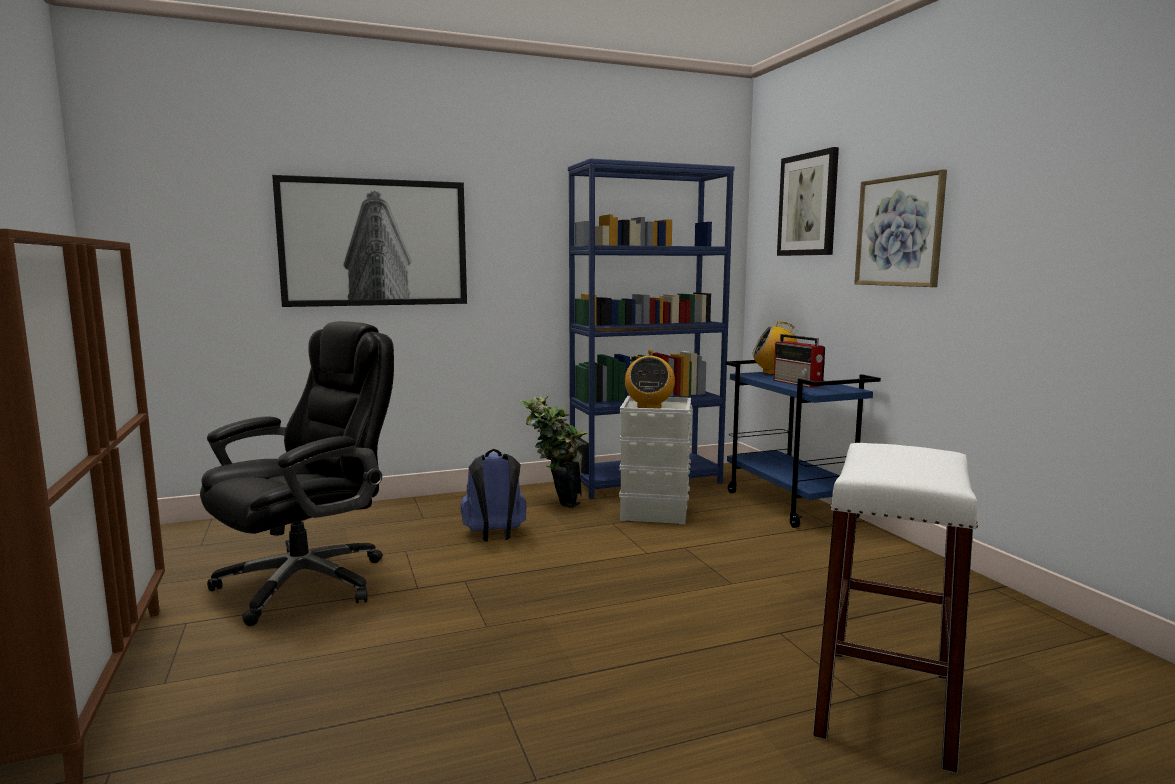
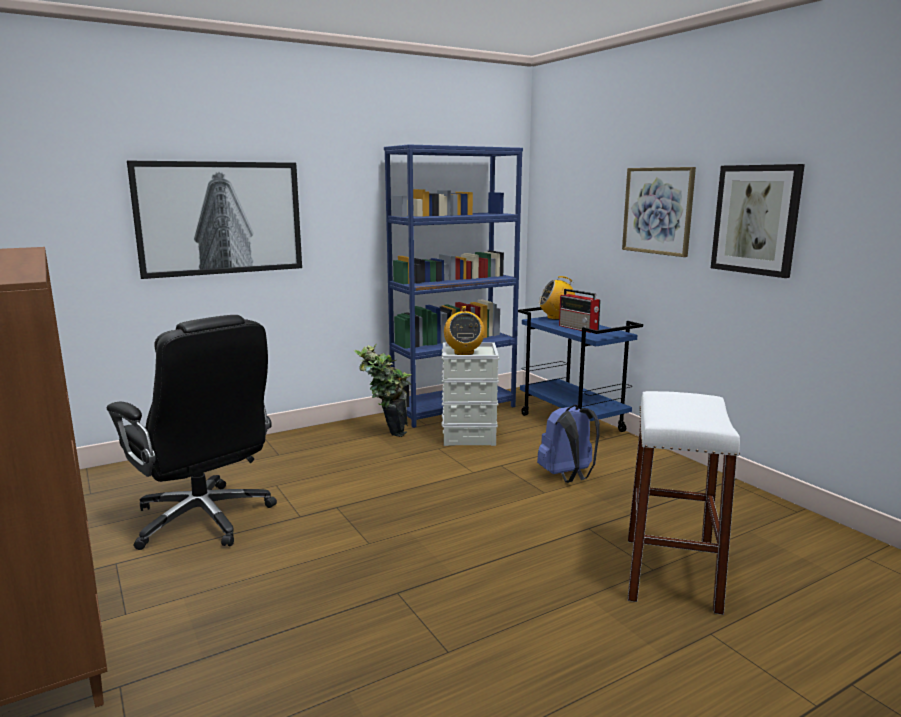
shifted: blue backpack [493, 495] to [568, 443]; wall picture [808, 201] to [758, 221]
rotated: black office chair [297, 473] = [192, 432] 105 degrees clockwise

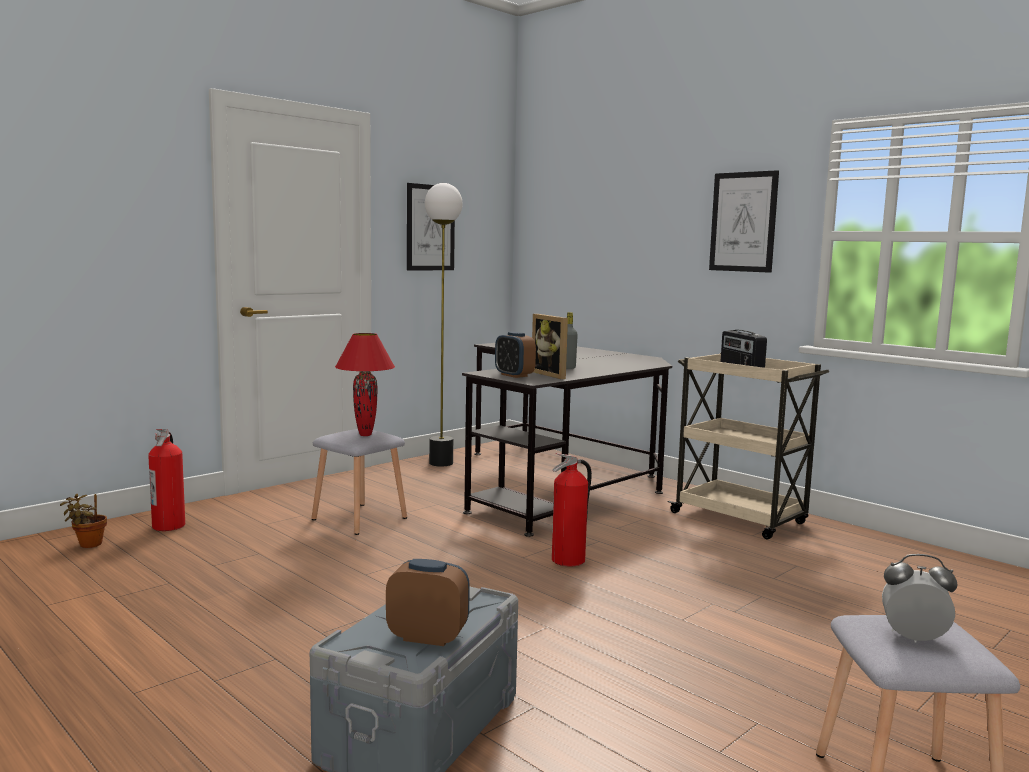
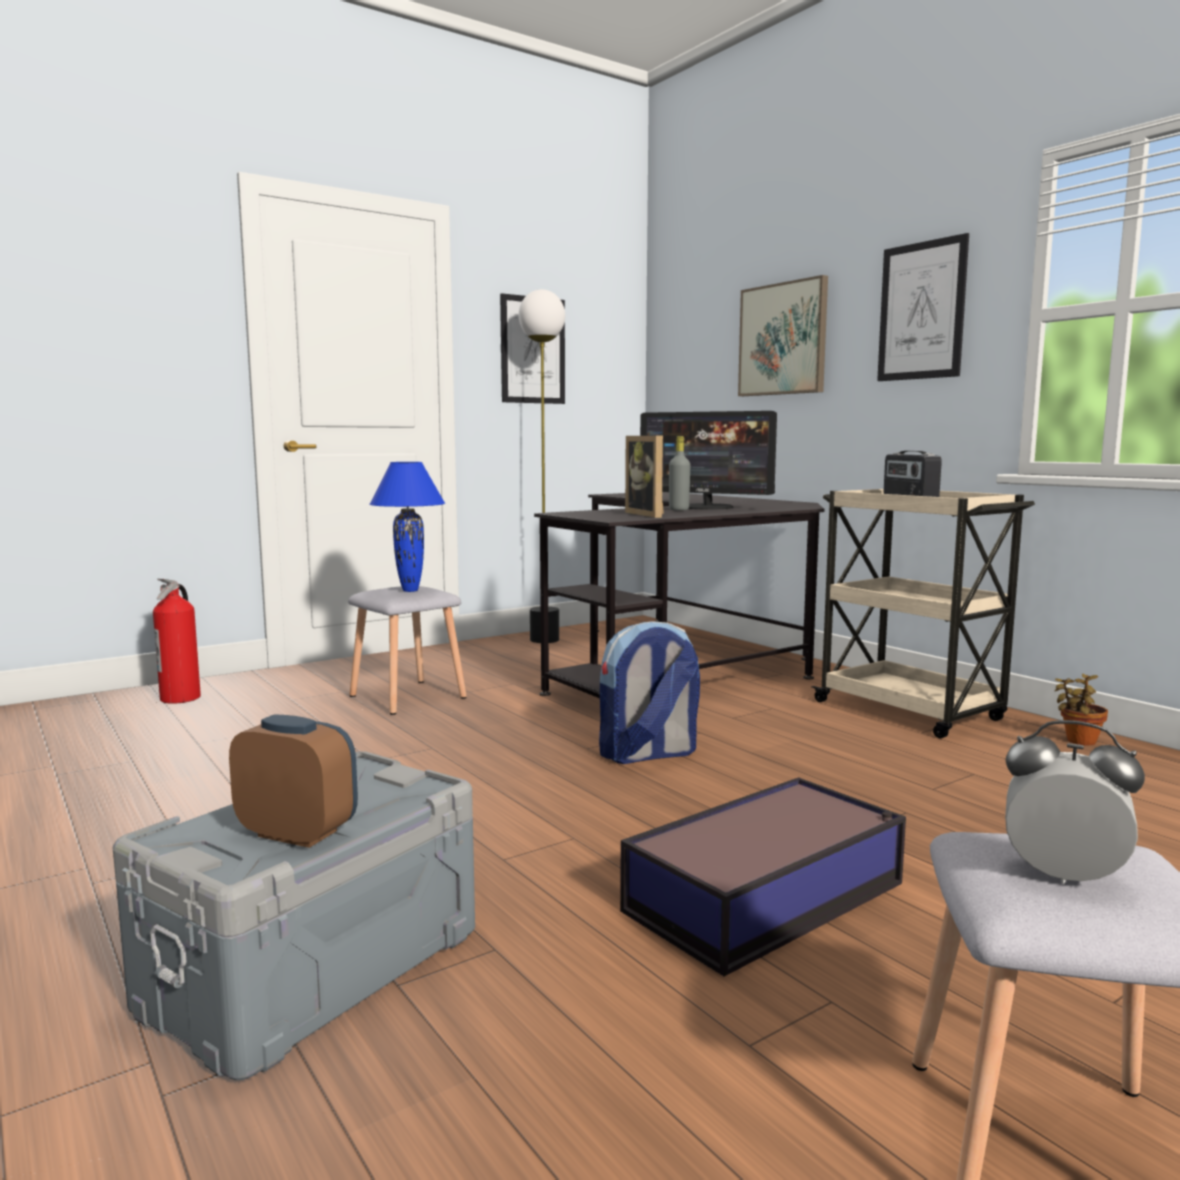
gone: table clock [515, 355]
new: storage bin [763, 876]; monitor [708, 460]; wall picture [783, 335]
shifted: houseplant [83, 521] to [1081, 710]
swapped: fire-fighting cylinder [572, 509] to backpack [649, 692]
repainted: red-coloured table lamp [365, 384] to blue table lamp [407, 527]

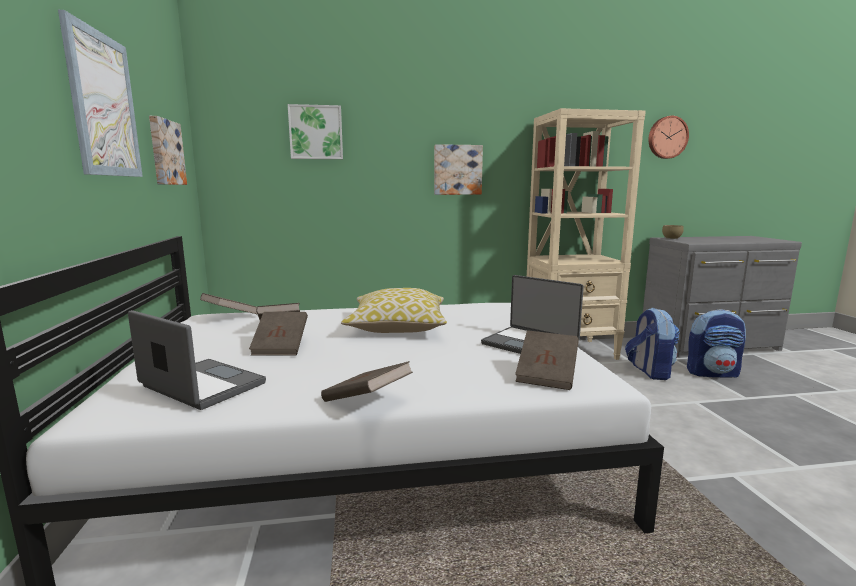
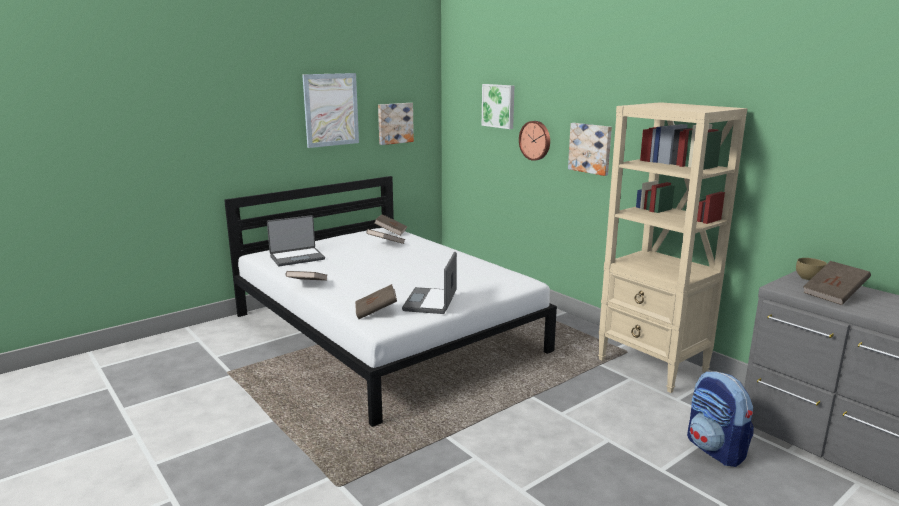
gone: throw pillow [394, 310]; backpack [652, 344]
shifted: clock on the wall [668, 137] to [534, 141]; brownish volume [278, 333] to [837, 283]
rotated: laptop [197, 360] = [296, 240] 60 degrees clockwise

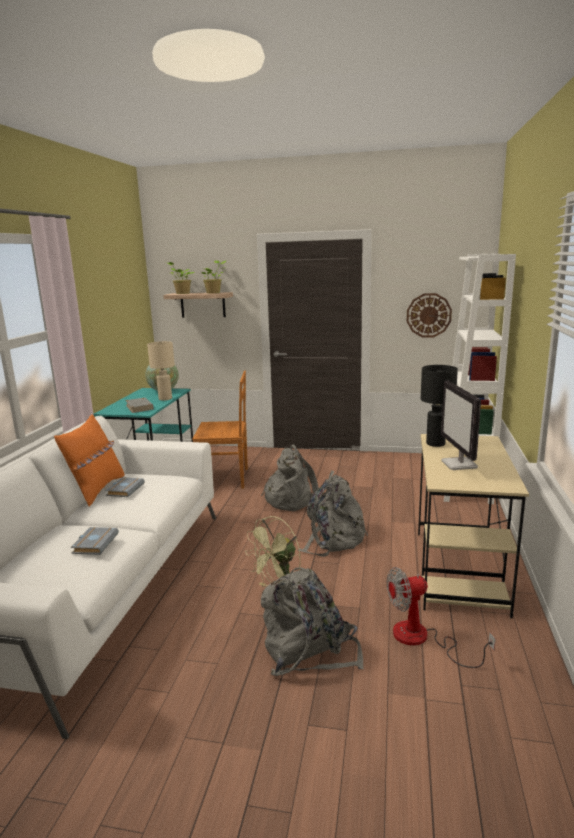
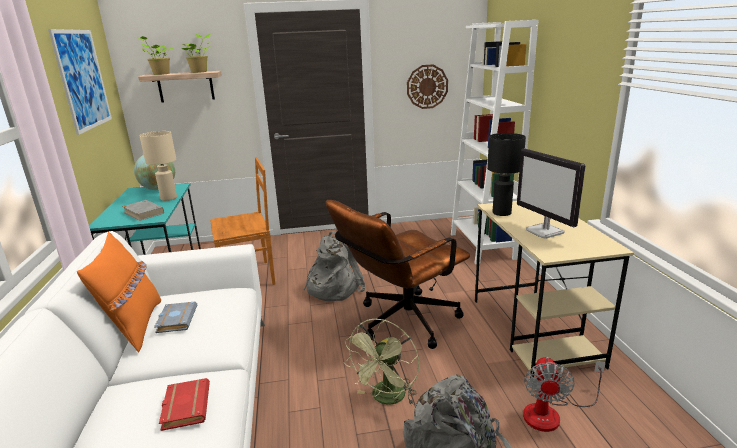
new: wall picture [80, 82]
swapped: greyish backpack [333, 514] to brownish office chair [398, 274]
repainted: greyish volume [95, 541] to red-coloured volume [184, 404]
rotated: fan [441, 617] = [564, 394] 45 degrees counterclockwise

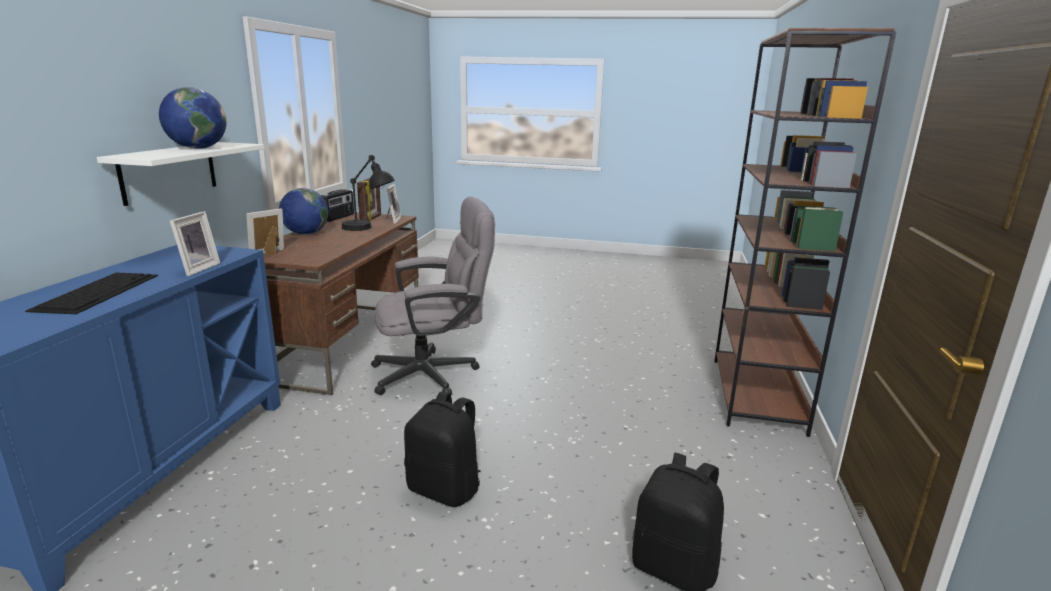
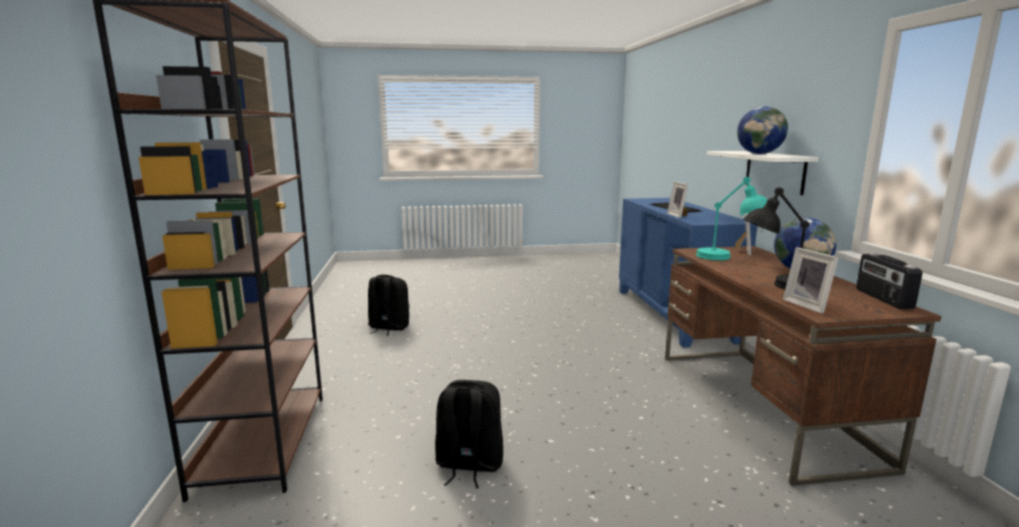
gone: standing frame [369, 199]; greyish office chair [433, 295]
new: blue-green table lamp [732, 218]
shifted: black backpack [442, 449] to [469, 434]

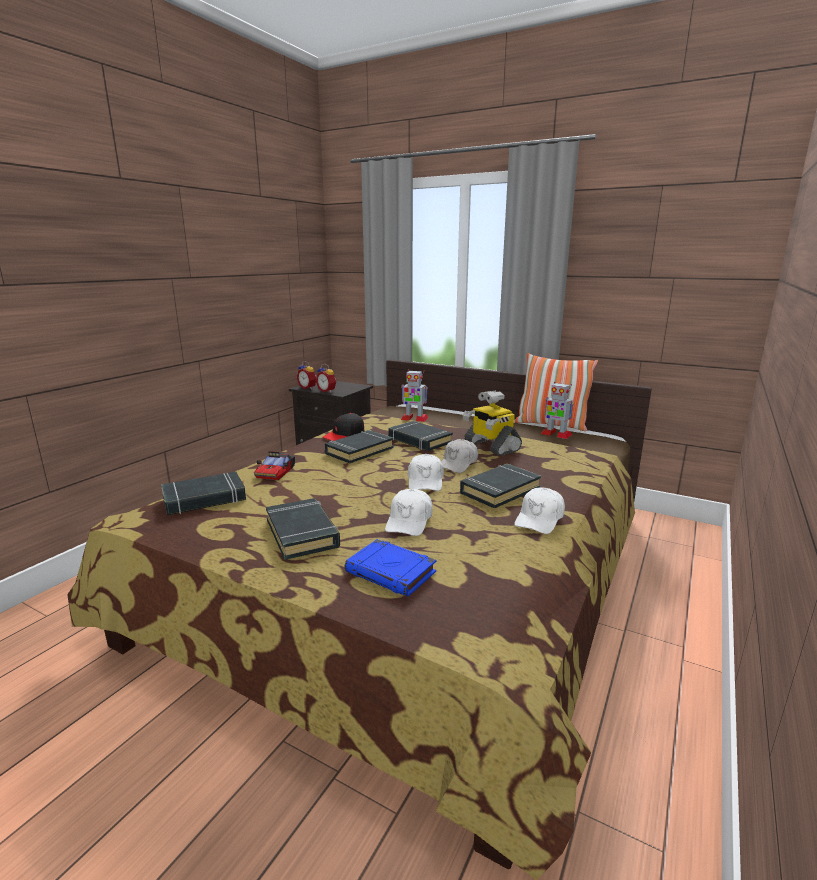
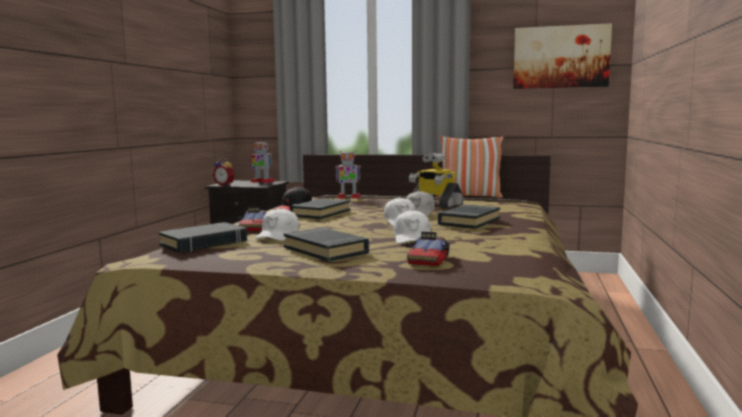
gone: table clock [326, 378]; black volume [420, 436]
new: wall picture [562, 56]
shifted: toy robot [557, 410] to [262, 162]; white peaked cap [539, 510] to [277, 224]
swapped: blue volume [390, 568] to model car [427, 249]

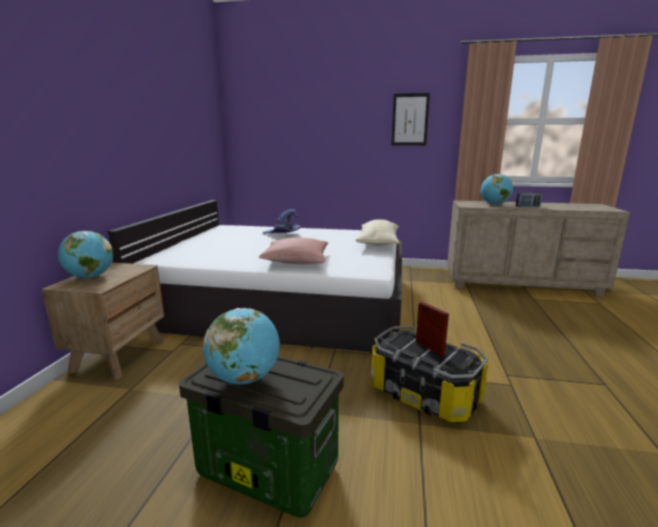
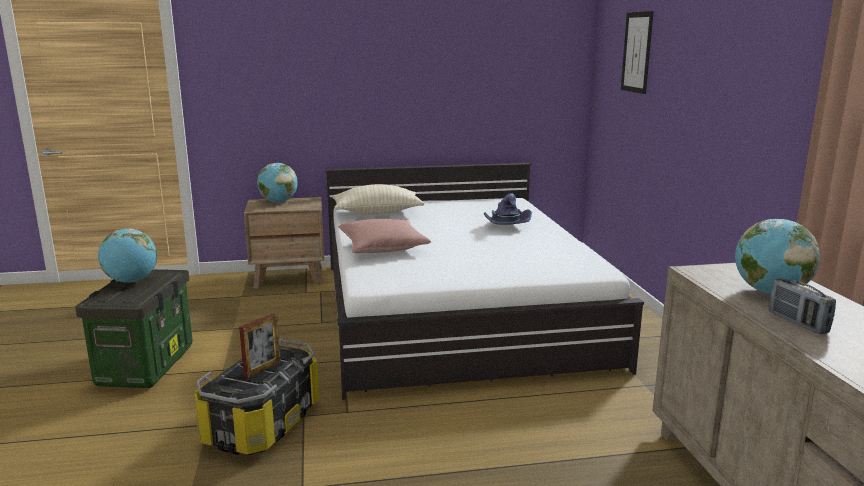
shifted: beige throw pillow [377, 232] to [378, 199]; wall picture [410, 119] to [637, 52]

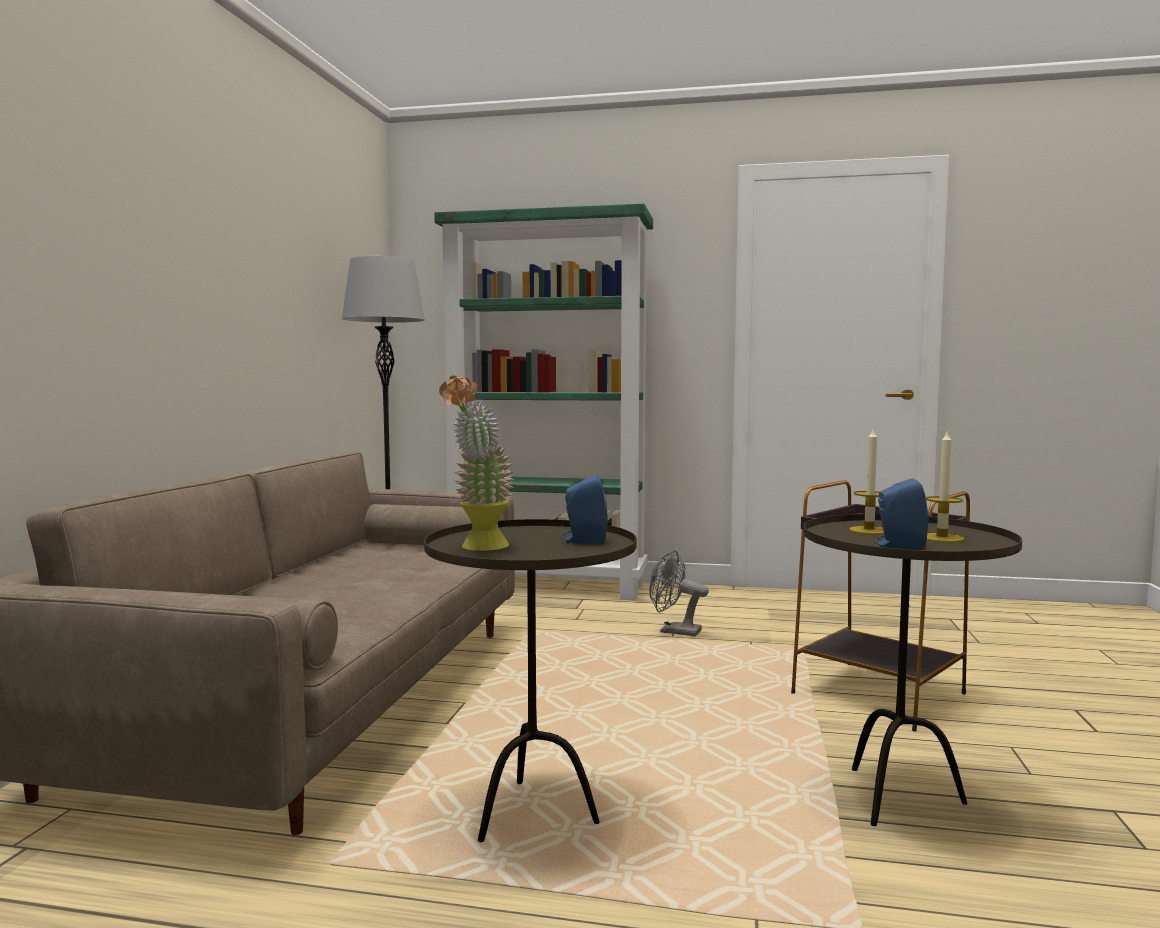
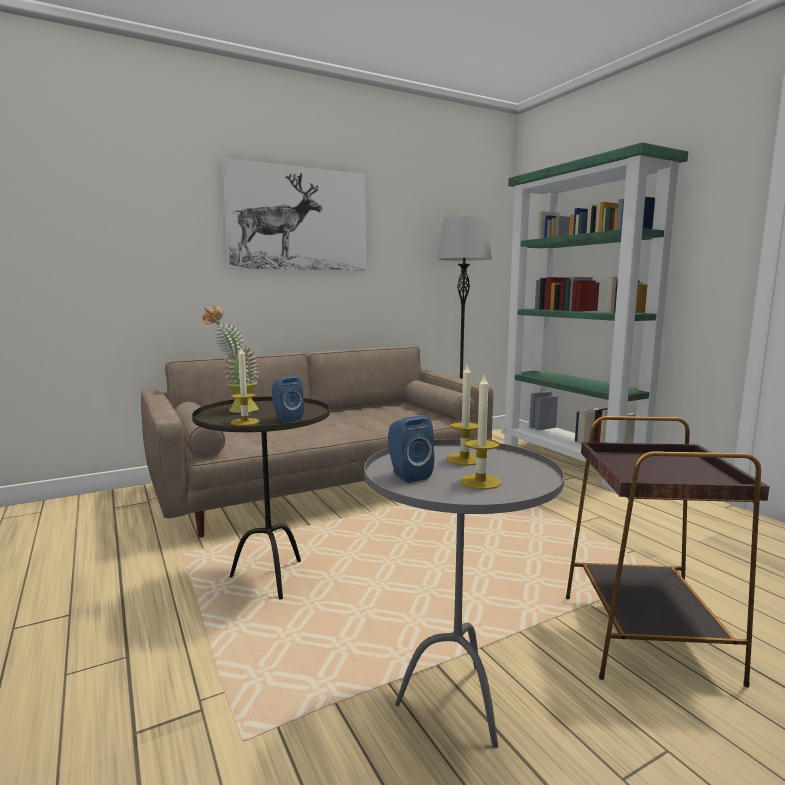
gone: greyish fan [679, 593]
new: wall picture [294, 214]; wax light [245, 387]
repainted: brownish end table [912, 670] to greyish end table [464, 593]

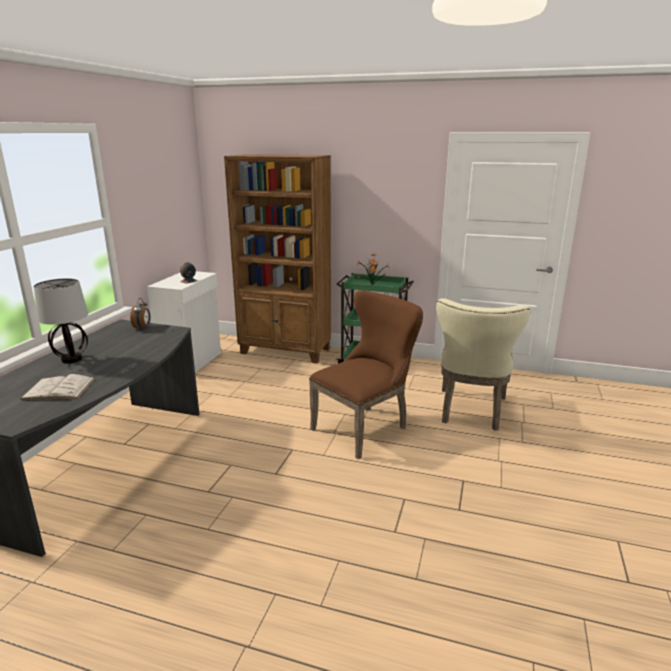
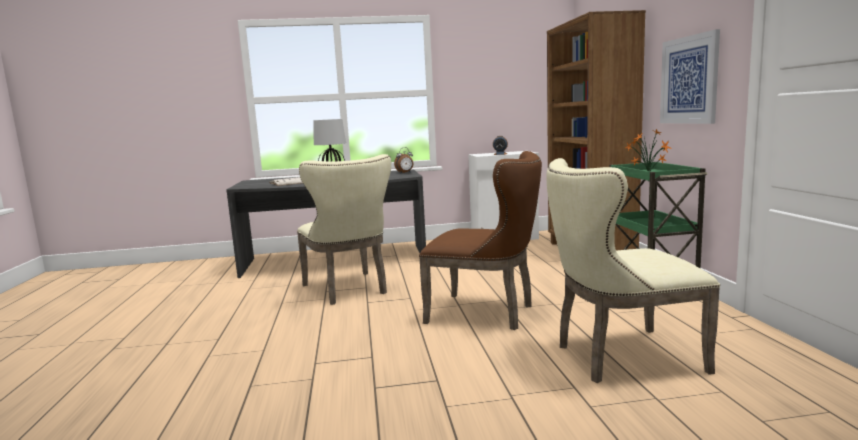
new: beige plain chair [344, 229]; wall picture [690, 76]

